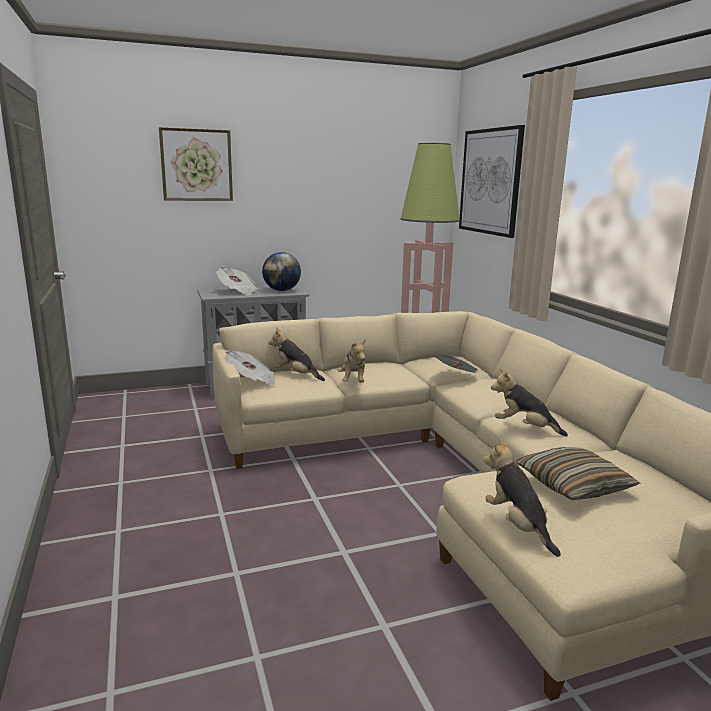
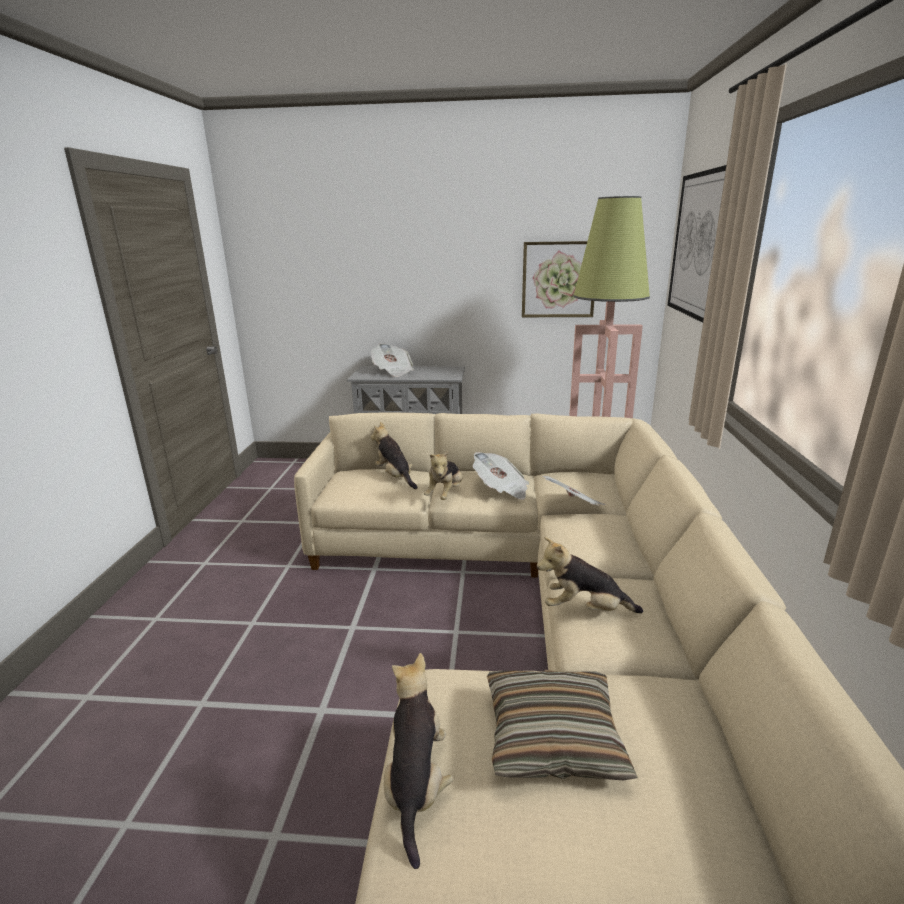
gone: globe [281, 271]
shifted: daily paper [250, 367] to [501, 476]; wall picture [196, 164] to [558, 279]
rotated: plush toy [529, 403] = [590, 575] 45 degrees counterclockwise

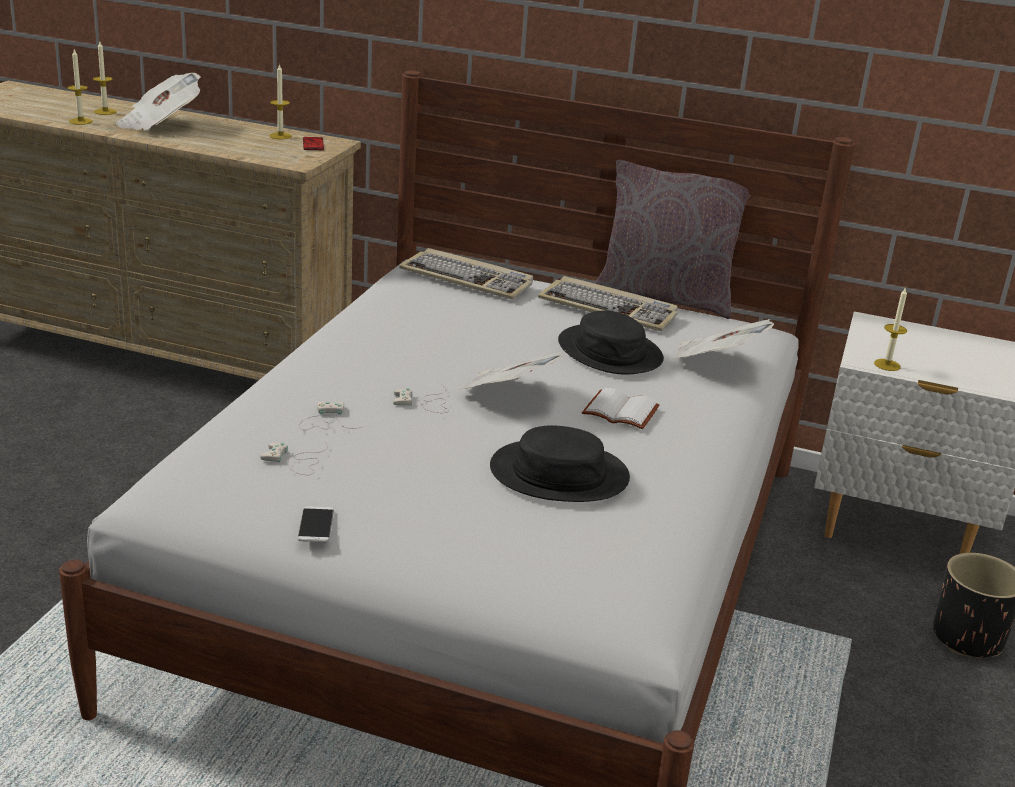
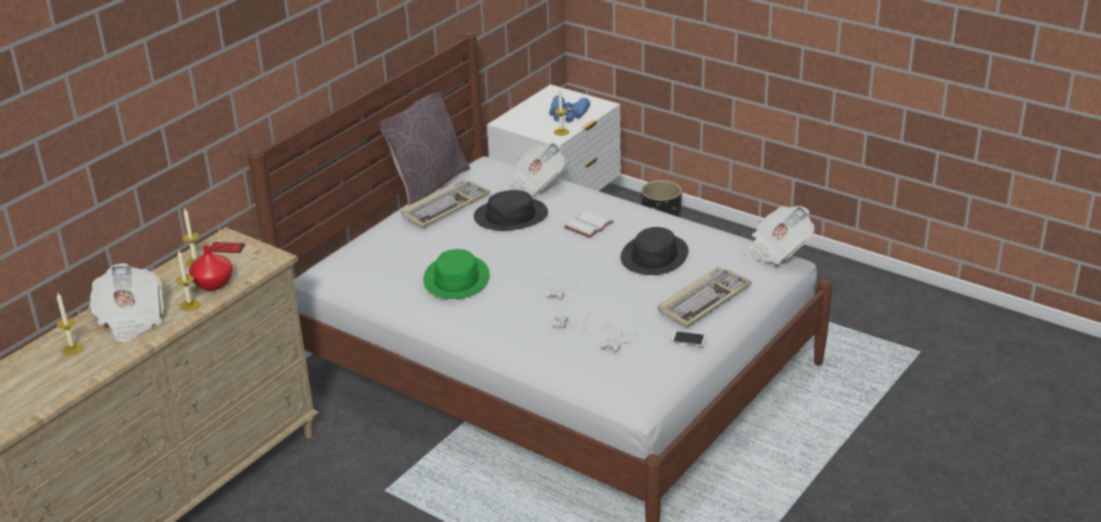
new: red-coloured flower vase [211, 268]; green-coloured hat [456, 274]; blue pair of binoculars [569, 109]
shifted: wax light [80, 87] to [188, 281]; keyboard [466, 274] to [704, 296]; daily paper [512, 370] to [780, 235]

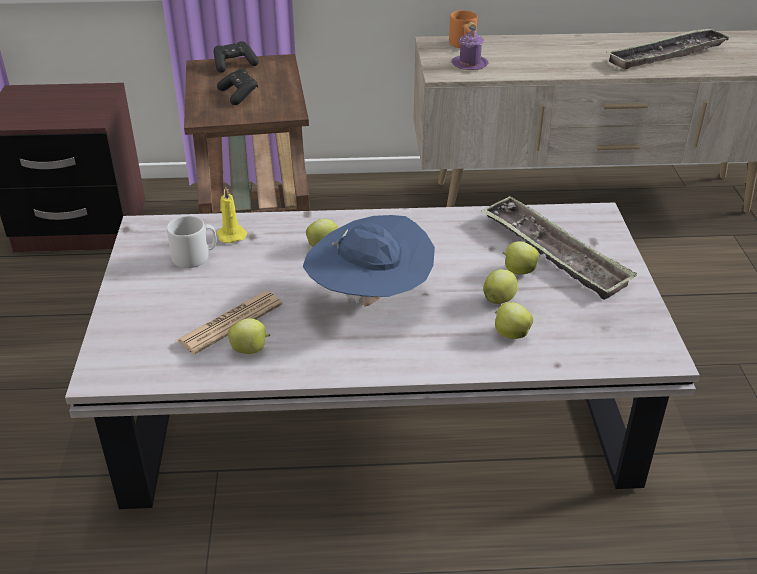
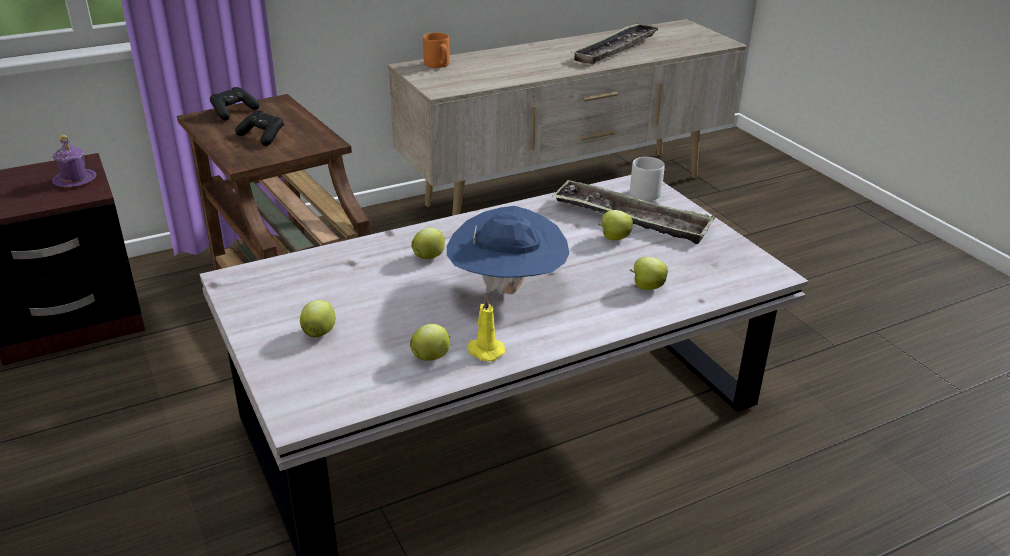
gone: daily paper [229, 322]
shifted: purplish mug [470, 46] to [74, 161]; apple fruit [500, 286] to [318, 318]; yellow-coloured wax light [232, 215] to [486, 328]; greyish mug [192, 242] to [647, 179]

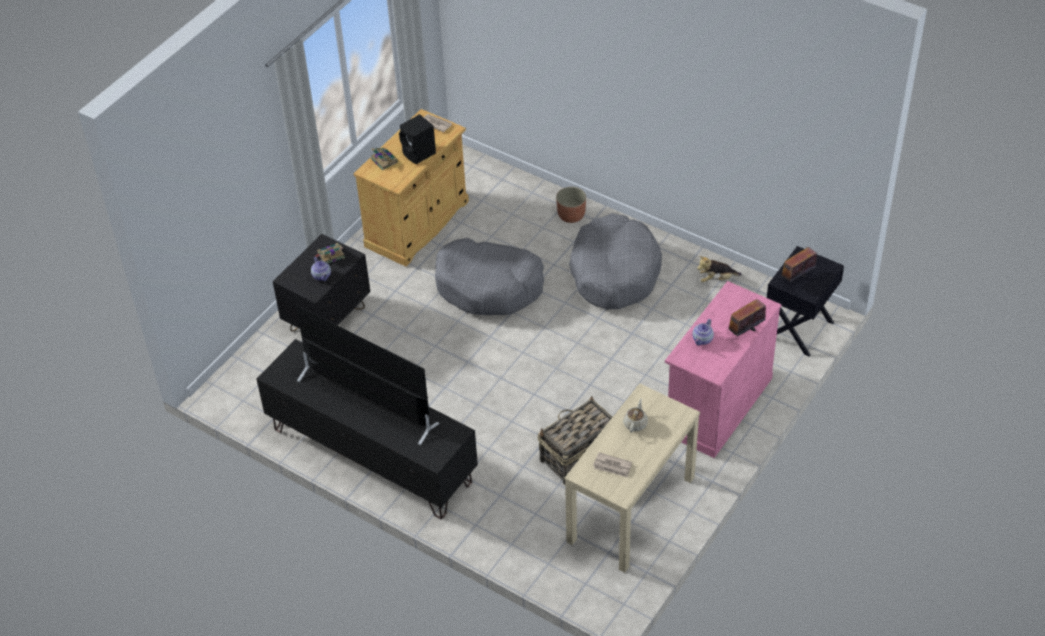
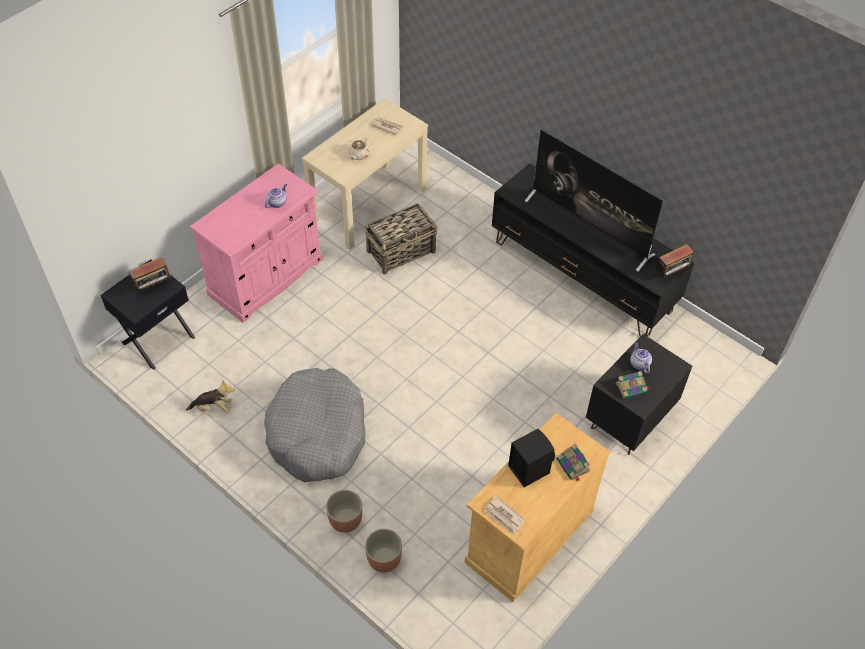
gone: greyish dog bed [489, 276]
new: planter [383, 551]
shifted: radio set [746, 317] to [674, 261]

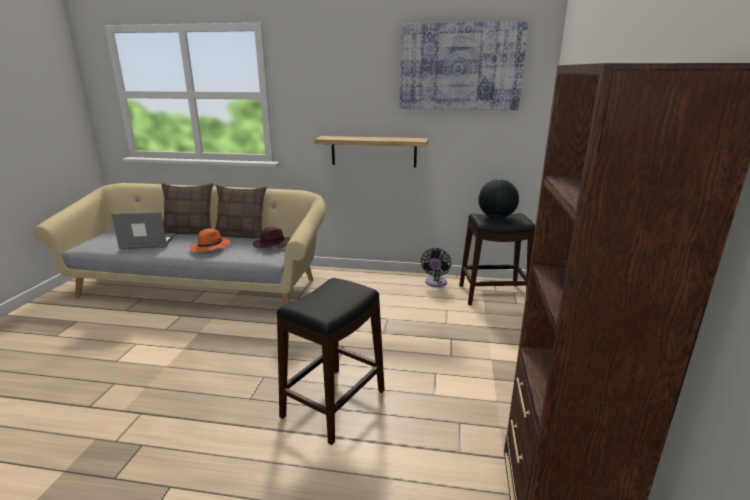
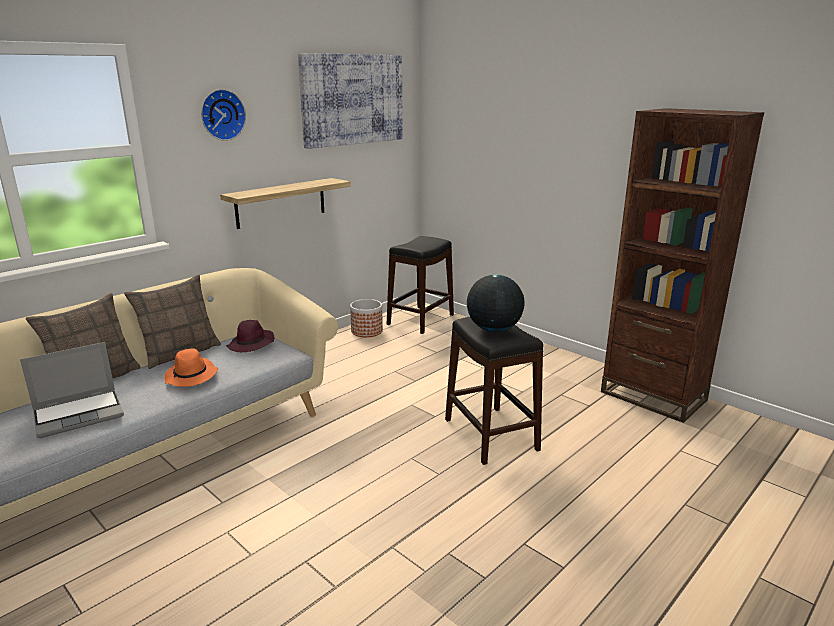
new: clock on the wall [223, 115]
shifted: globe [499, 199] to [496, 303]
swapped: black fan [436, 267] to planter [366, 318]
rotated: laptop [143, 230] = [72, 390] 150 degrees counterclockwise

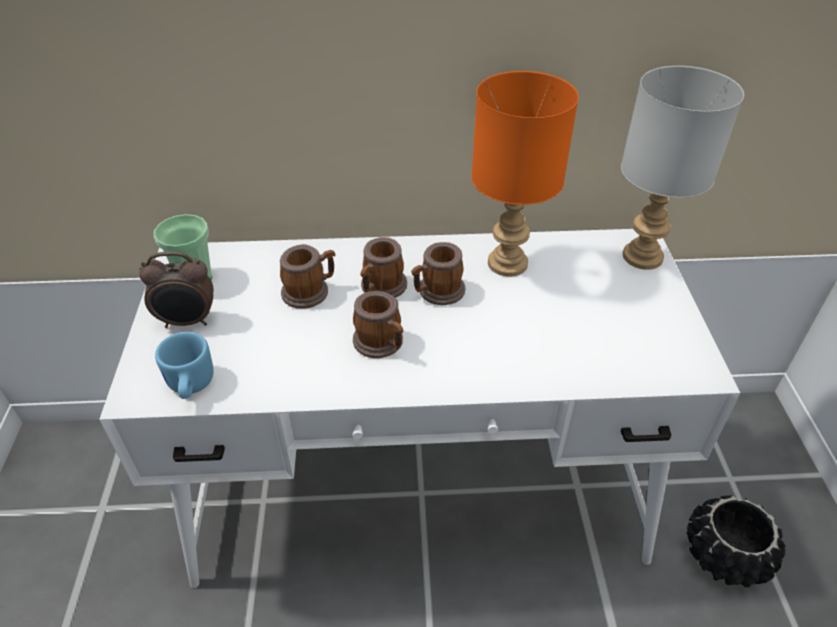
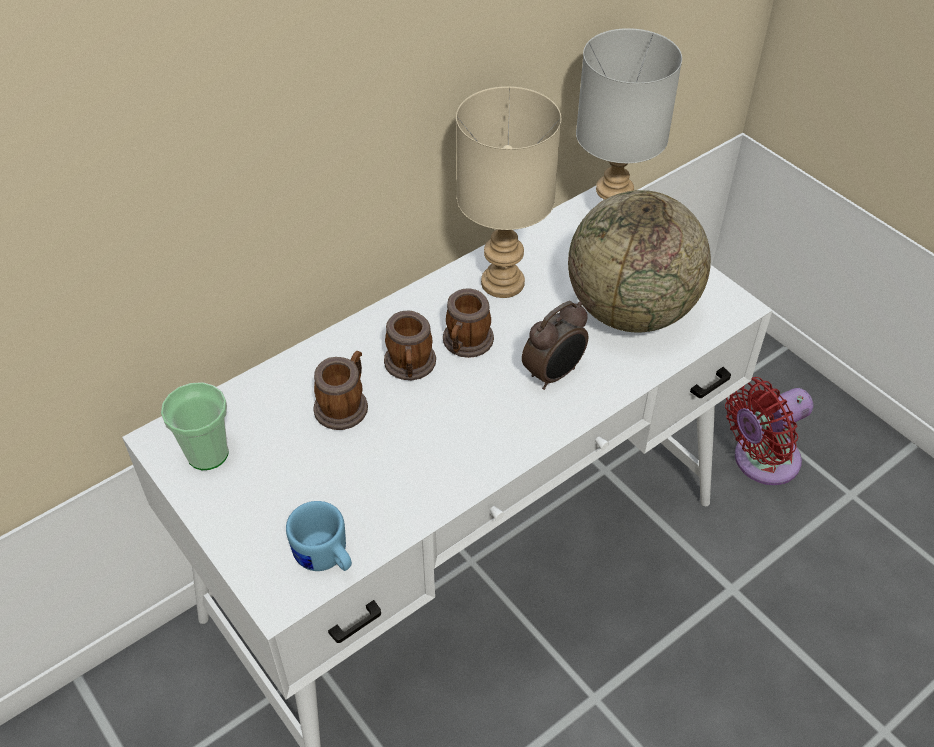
gone: mug [378, 324]
new: globe [639, 261]
shifted: table clock [176, 289] to [555, 345]
swapped: black planter [736, 541] to red-coloured fan [769, 431]
repainted: orange table lamp [525, 174] to beige table lamp [508, 192]

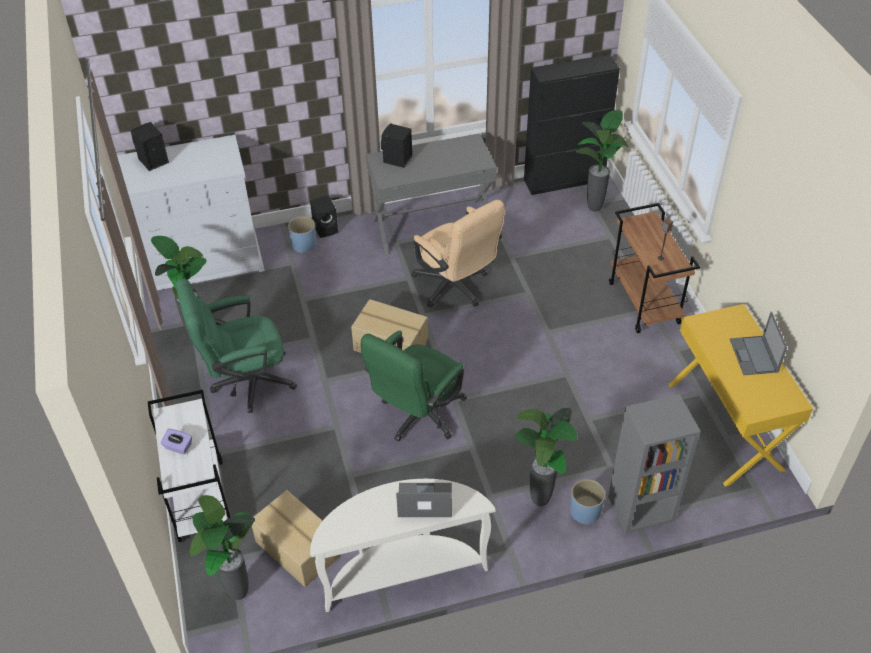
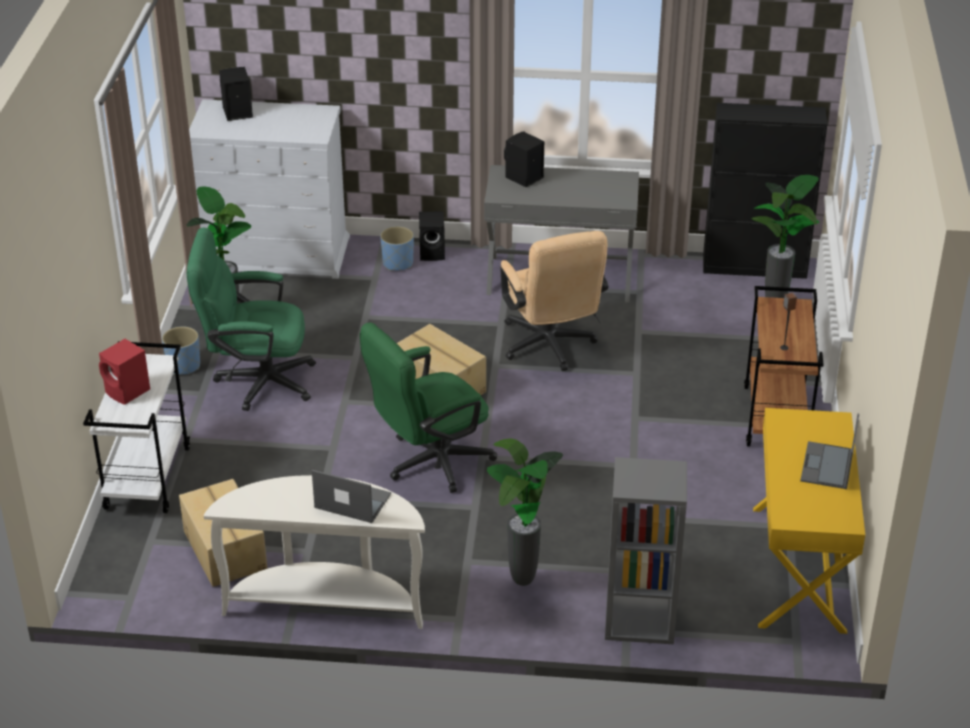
gone: houseplant [222, 547]
shifted: blue planter [587, 502] to [181, 350]
swapped: purplish tissue holder [176, 441] to red-coloured audio speaker [124, 372]

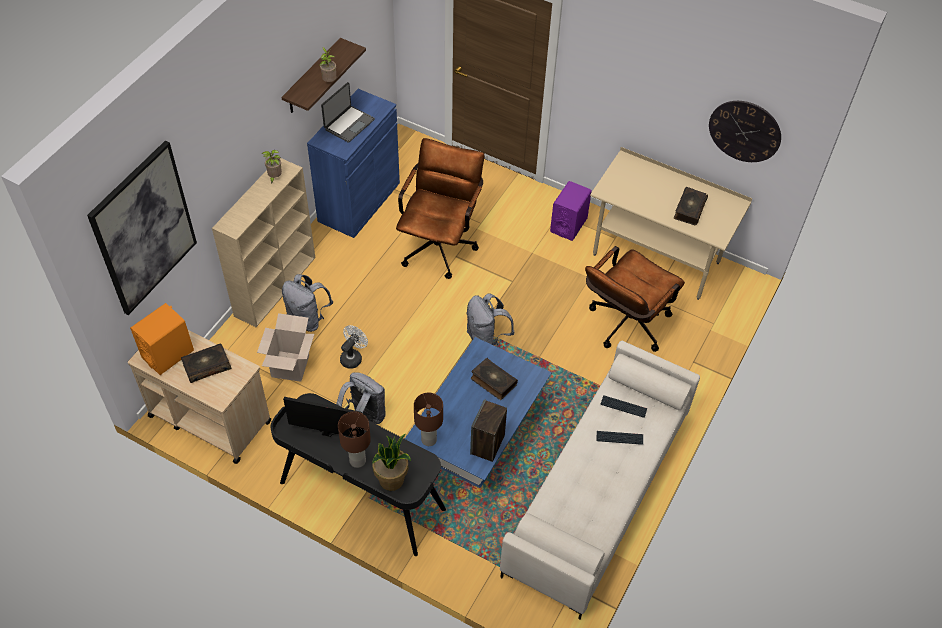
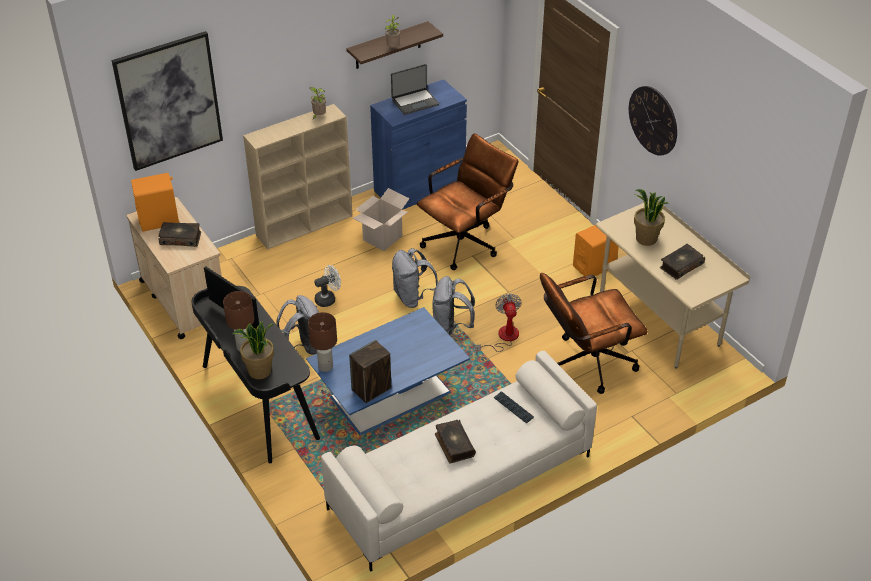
gone: keyboard [620, 438]
new: fan [498, 324]; houseplant [651, 217]
shifted: packing box [285, 347] to [381, 219]; greyish backpack [307, 303] to [415, 278]; volume [494, 379] to [455, 441]; clock on the wall [745, 131] to [653, 121]
repainted: purplish audio speaker [571, 211] to orange audio speaker [596, 252]

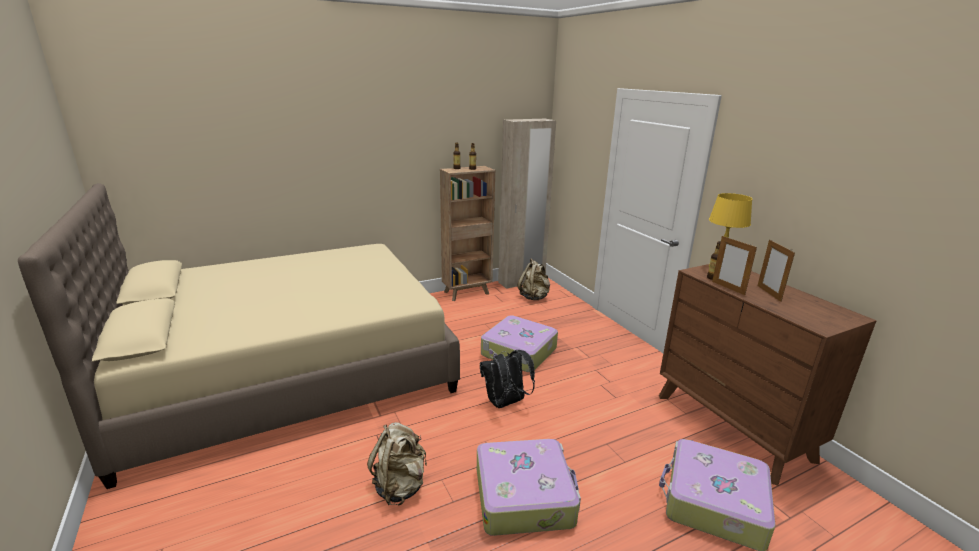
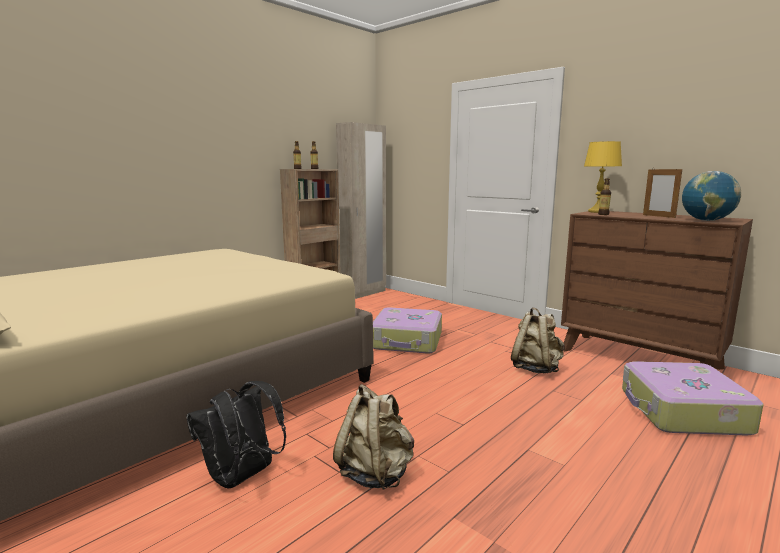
gone: travel case [529, 487]; standing frame [734, 265]
new: globe [711, 196]
shifted: black backpack [507, 379] to [236, 435]; beige backpack [534, 279] to [538, 340]

